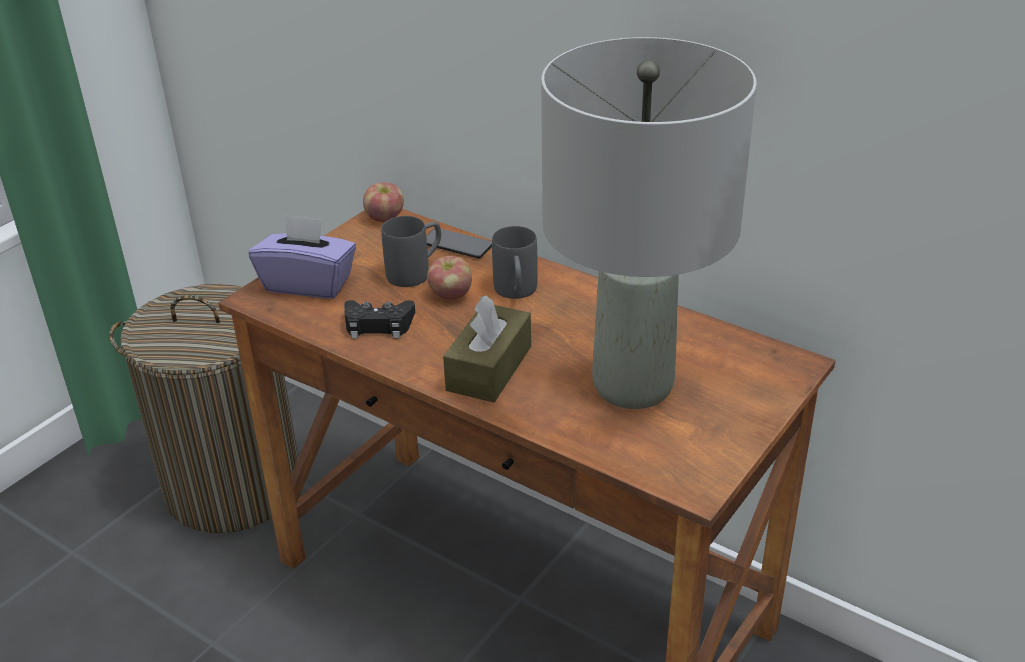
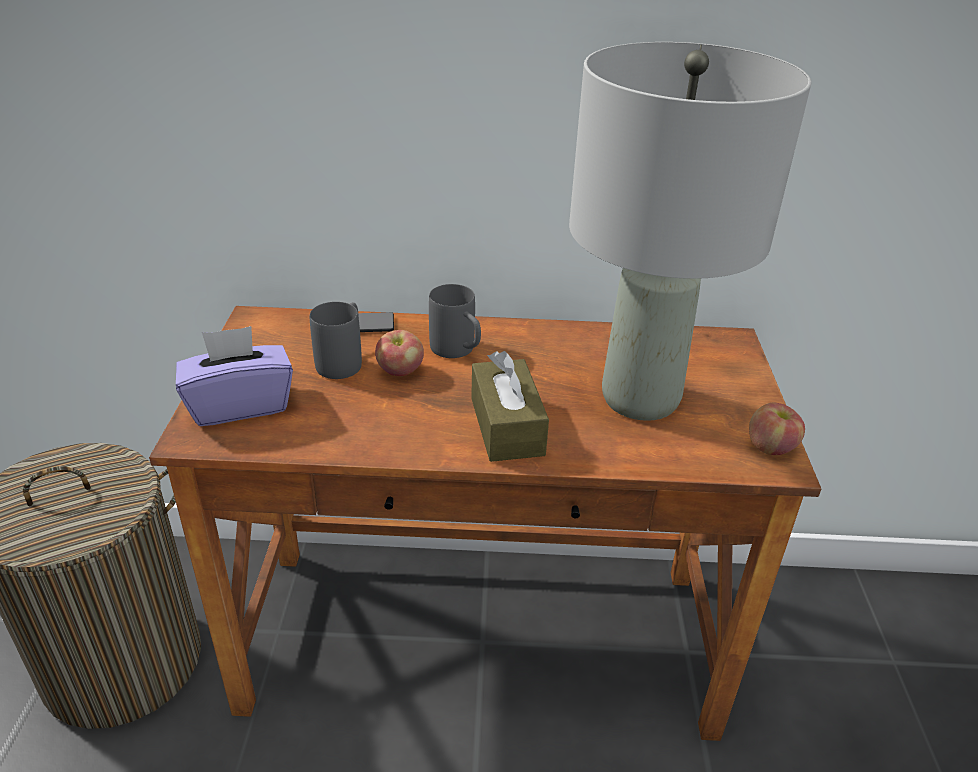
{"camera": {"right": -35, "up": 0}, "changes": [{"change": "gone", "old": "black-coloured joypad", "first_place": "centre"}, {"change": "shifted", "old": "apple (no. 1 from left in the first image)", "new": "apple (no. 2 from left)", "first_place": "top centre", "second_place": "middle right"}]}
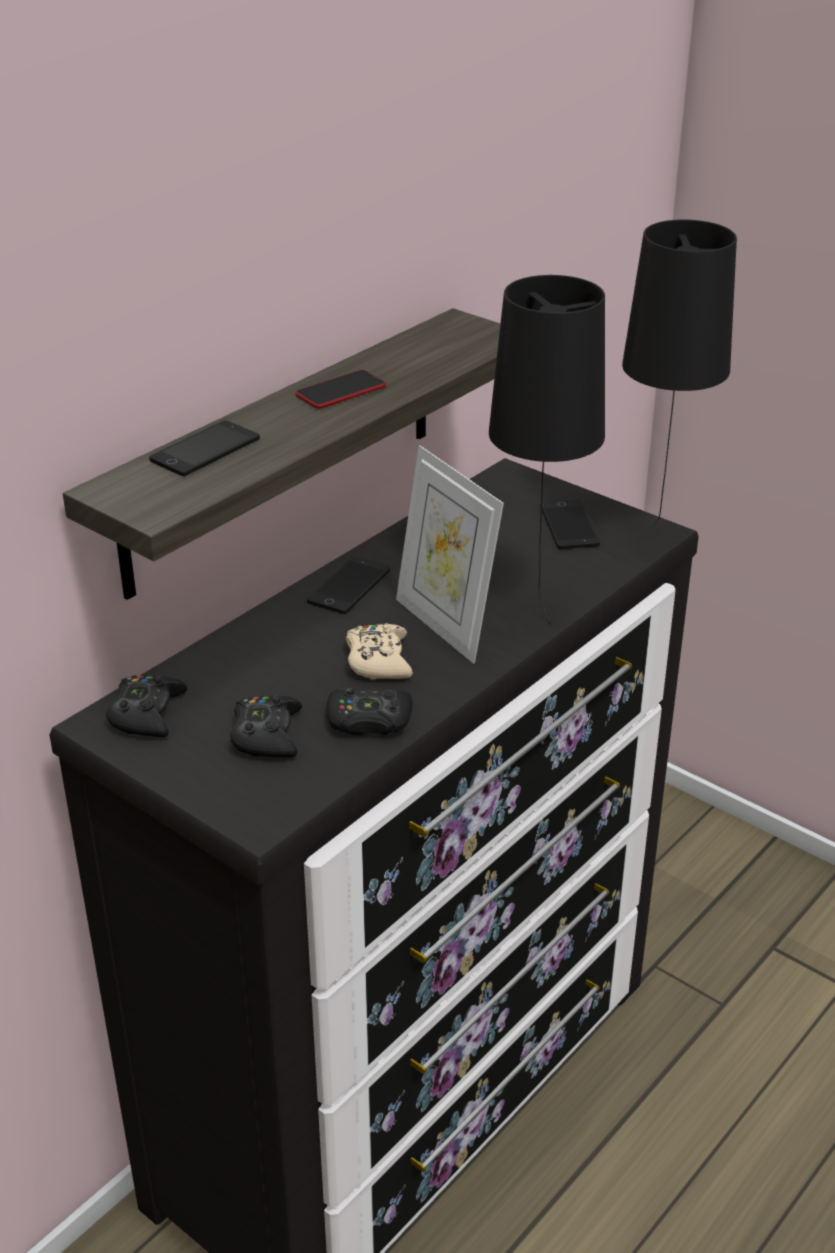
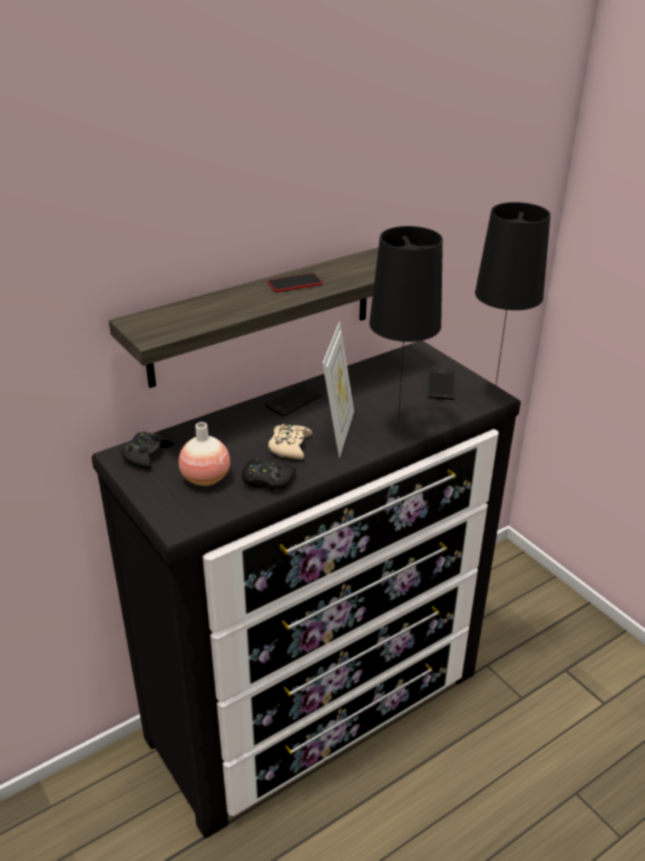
{"camera": {"right": 15, "up": 0}, "changes": [{"change": "gone", "old": "handset (no. 1 from left)", "first_place": "middle left"}, {"change": "swapped", "old": "black-coloured joypad (no. 2 from left)", "new": "vase", "first_place": "middle left", "second_place": "middle left"}, {"change": "rotated", "old": "picture frame", "first_place": "centre", "second_place": "centre", "degrees": -150}]}
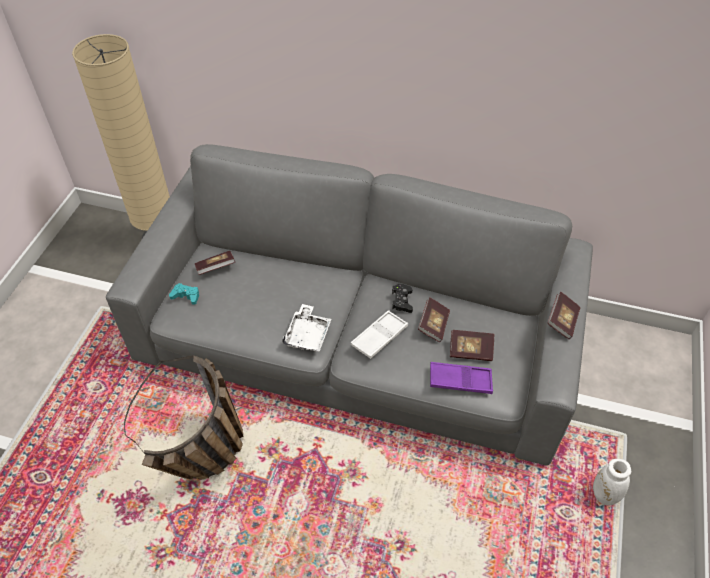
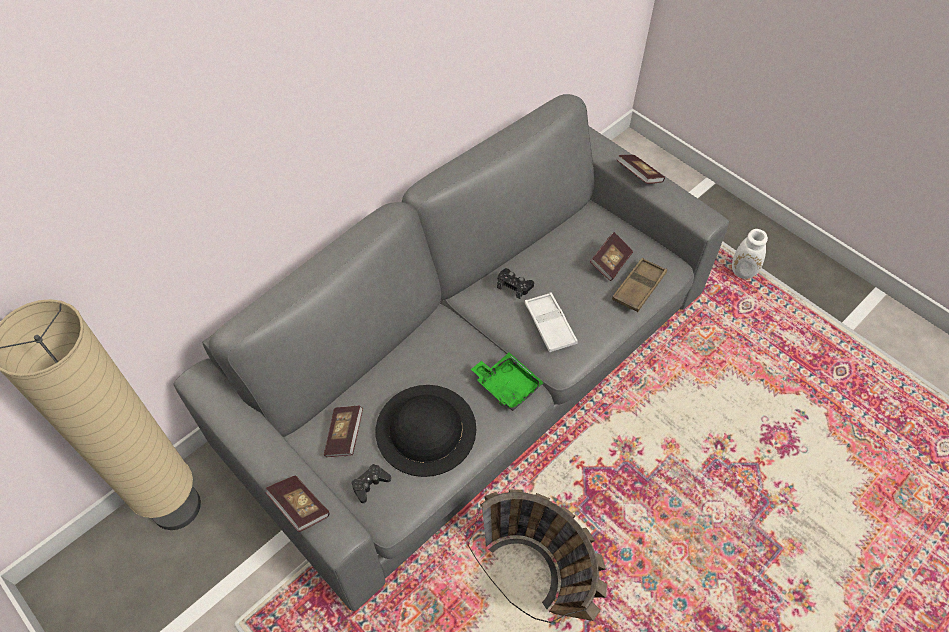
{"camera": {"right": -60, "up": 5}, "changes": [{"change": "new", "new": "black-coloured hat", "second_place": "bottom centre"}, {"change": "shifted", "old": "bound book (no. 2 from left in the first image)", "new": "bound book (no. 1 from left)", "first_place": "centre", "second_place": "bottom left"}, {"change": "repainted", "old": "turquoise joypad", "new": "black-coloured joypad (no. 1 from left)", "first_place": "middle left", "second_place": "bottom centre"}, {"change": "repainted", "old": "white-coloured tray (no. 1 from left)", "new": "green-coloured tray", "first_place": "centre", "second_place": "centre"}, {"change": "repainted", "old": "purple tray", "new": "brown tray", "first_place": "centre", "second_place": "middle right"}]}
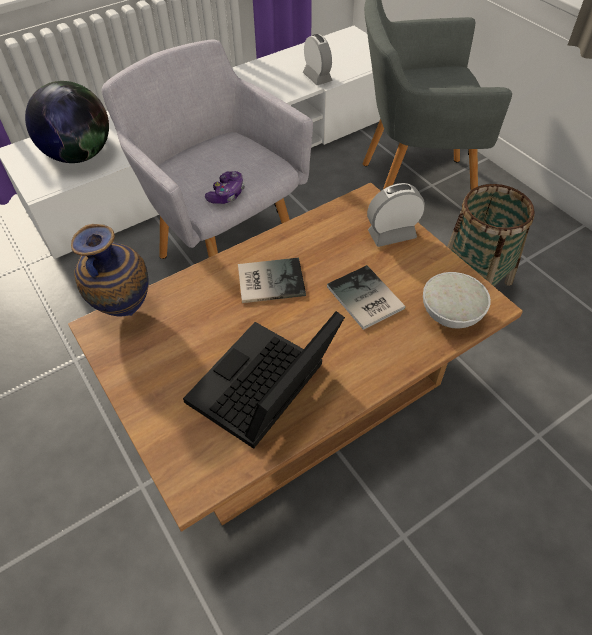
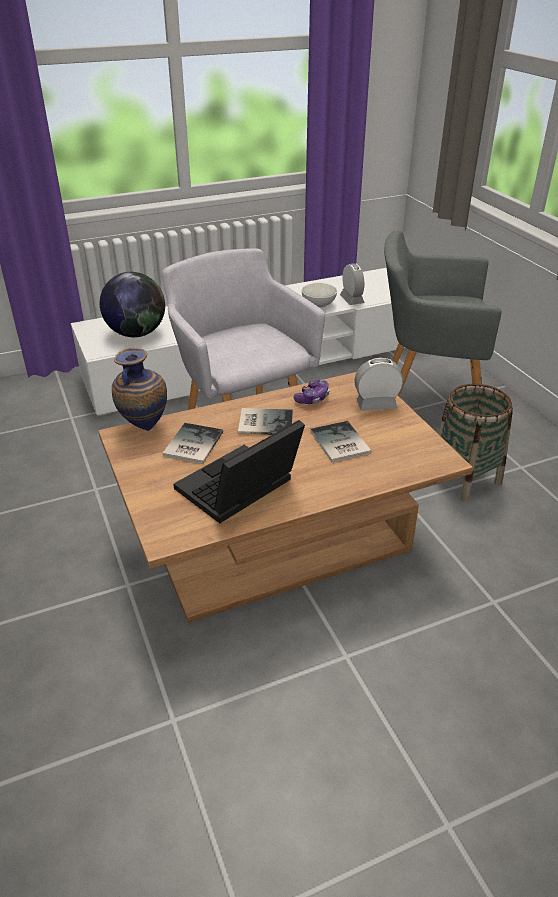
{"camera": {"right": 10, "up": -15}, "changes": [{"change": "new", "new": "bound book (no. 1 from left)", "second_place": "centre"}, {"change": "shifted", "old": "joypad", "first_place": "top centre", "second_place": "centre"}, {"change": "shifted", "old": "white-coloured bowl", "first_place": "middle right", "second_place": "top centre"}]}
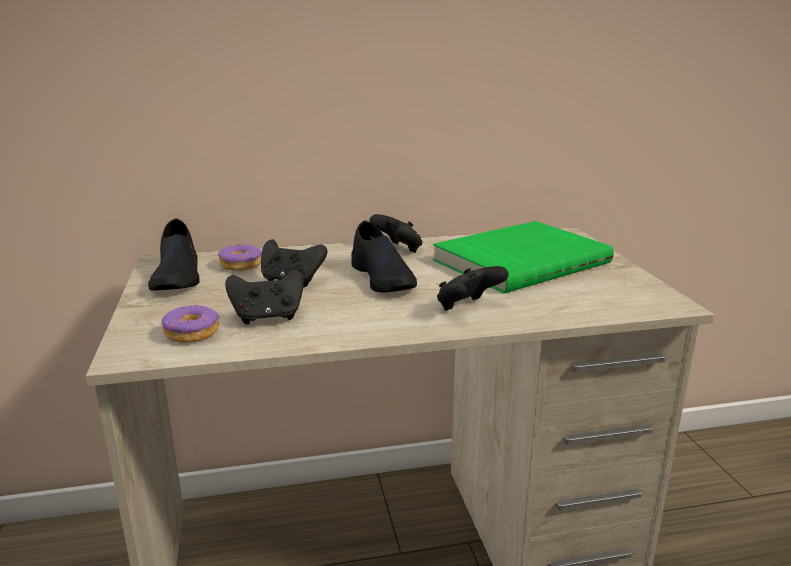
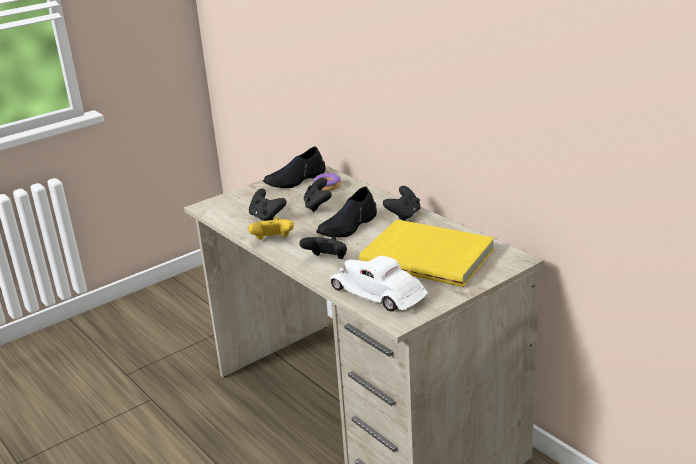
{"camera": {"right": 65, "up": 5}, "changes": [{"change": "gone", "old": "ring doughnut (no. 1 from left)", "first_place": "middle left"}, {"change": "new", "new": "yellow joypad", "second_place": "centre"}, {"change": "new", "new": "white-coloured toy car", "second_place": "centre"}, {"change": "repainted", "old": "green-coloured bound book", "new": "yellow bound book", "first_place": "centre", "second_place": "centre"}]}
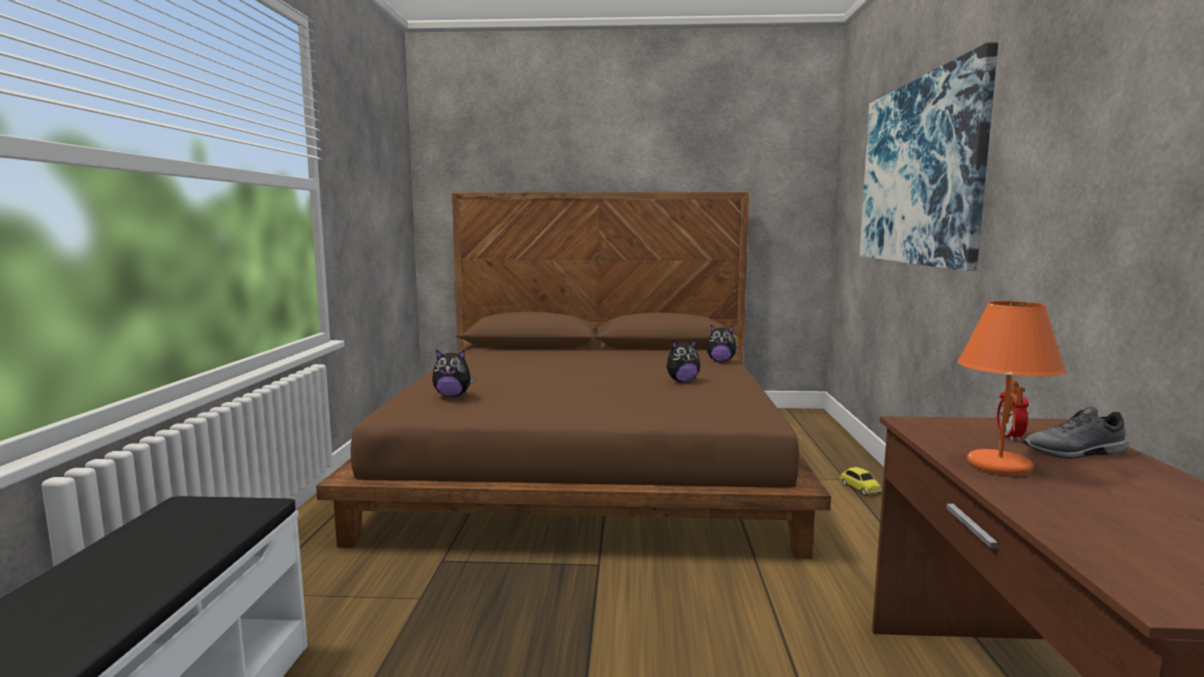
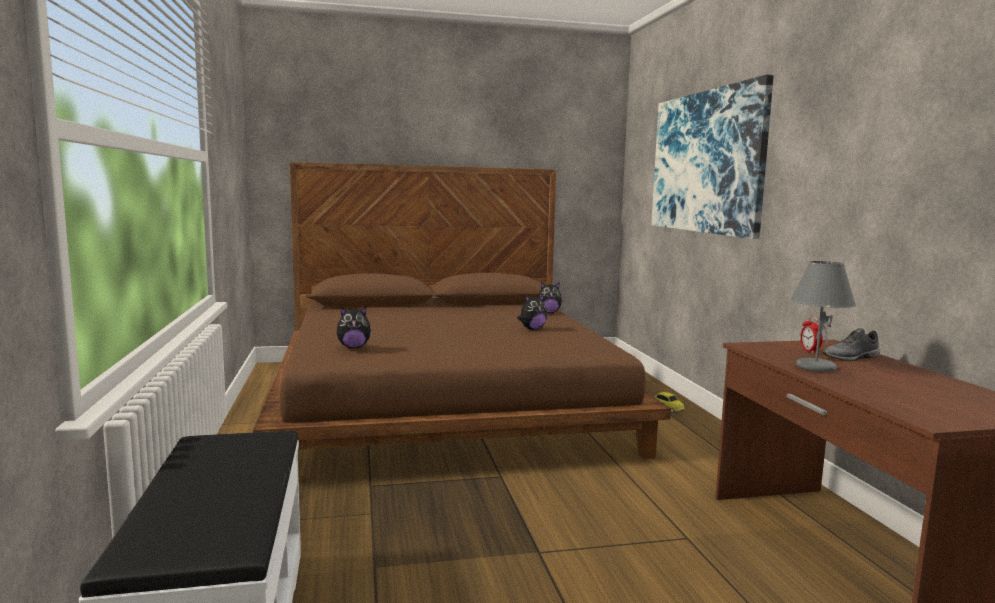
{"camera": {"right": -15, "up": 0}, "changes": [{"change": "repainted", "old": "orange-coloured table lamp", "new": "greyish table lamp", "first_place": "middle right", "second_place": "middle right"}]}
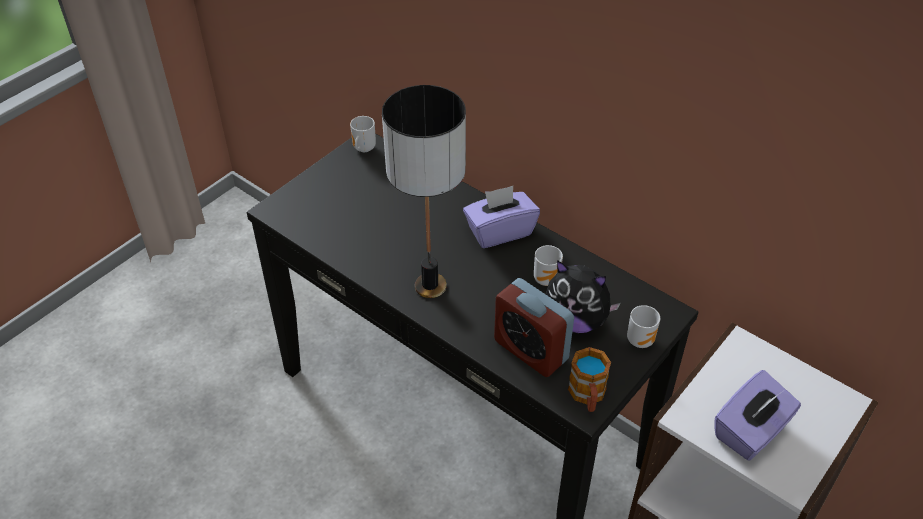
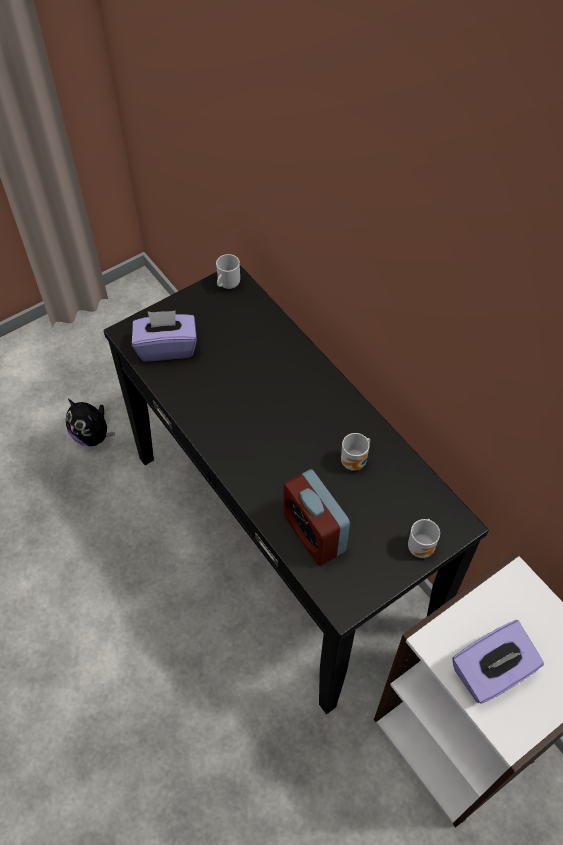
{"camera": {"right": 15, "up": 10}, "changes": [{"change": "gone", "old": "table lamp", "first_place": "centre"}, {"change": "gone", "old": "mug (no. 3 from left)", "first_place": "bottom centre"}, {"change": "shifted", "old": "purple box of tissues (no. 1 from left)", "first_place": "centre", "second_place": "middle left"}, {"change": "shifted", "old": "cuddly toy", "first_place": "centre", "second_place": "middle left"}]}
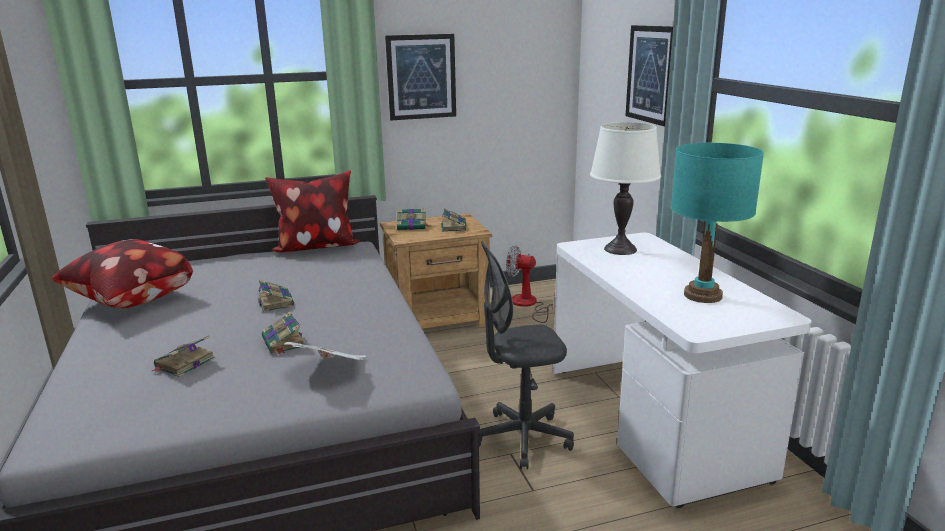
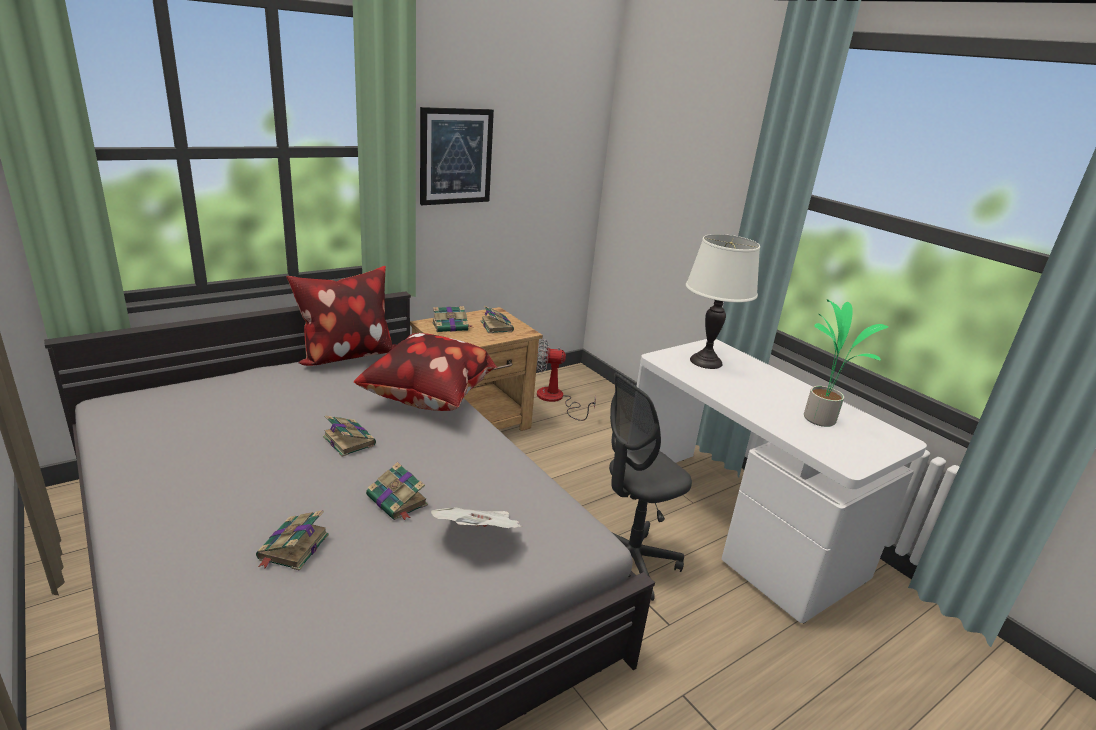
{"camera": {"right": -20, "up": 5}, "changes": [{"change": "gone", "old": "wall picture (no. 2 from left)", "first_place": "top right"}, {"change": "shifted", "old": "pillow (no. 1 from left in the first image)", "new": "pillow (no. 2 from left)", "first_place": "middle left", "second_place": "centre"}, {"change": "swapped", "old": "turquoise table lamp", "new": "houseplant", "first_place": "middle right", "second_place": "middle right"}]}
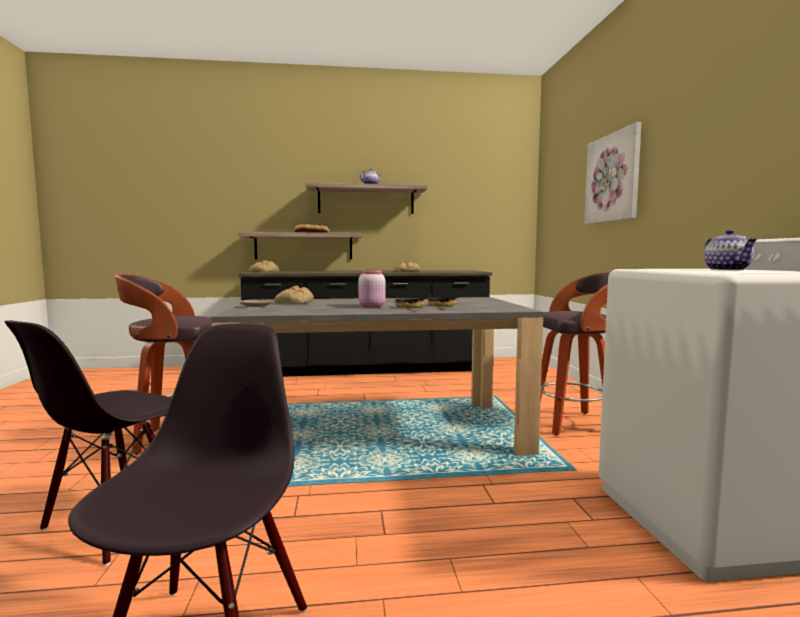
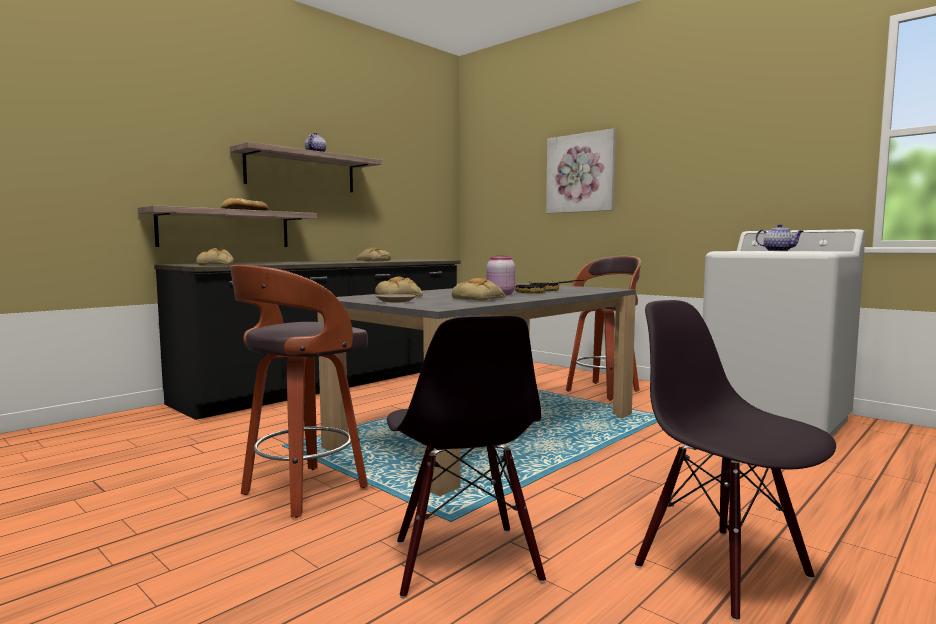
{"camera": {"right": -40, "up": 0}, "changes": [{"change": "new", "new": "bread (no. 5 from left)", "second_place": "centre"}]}
